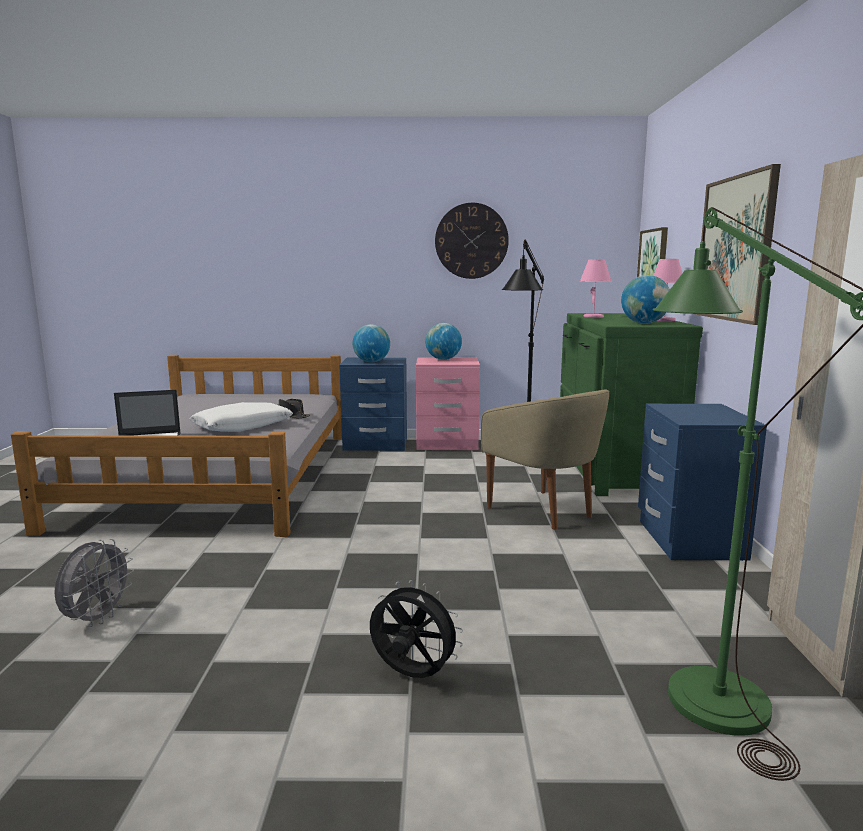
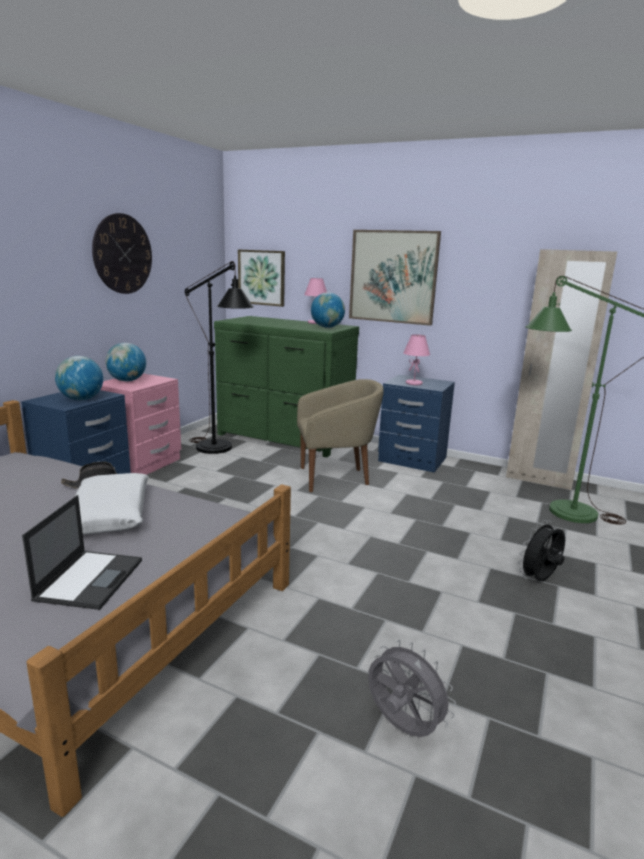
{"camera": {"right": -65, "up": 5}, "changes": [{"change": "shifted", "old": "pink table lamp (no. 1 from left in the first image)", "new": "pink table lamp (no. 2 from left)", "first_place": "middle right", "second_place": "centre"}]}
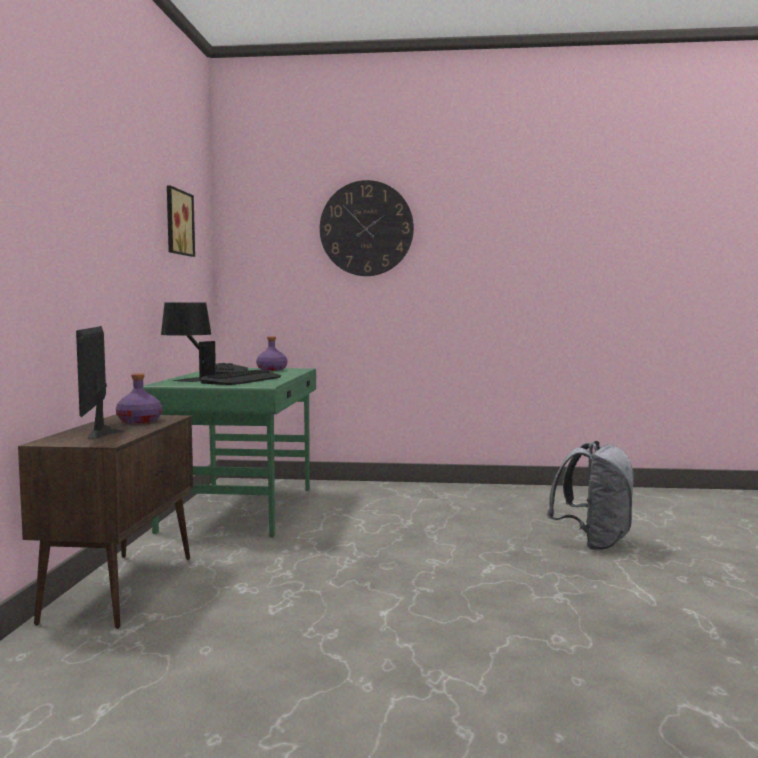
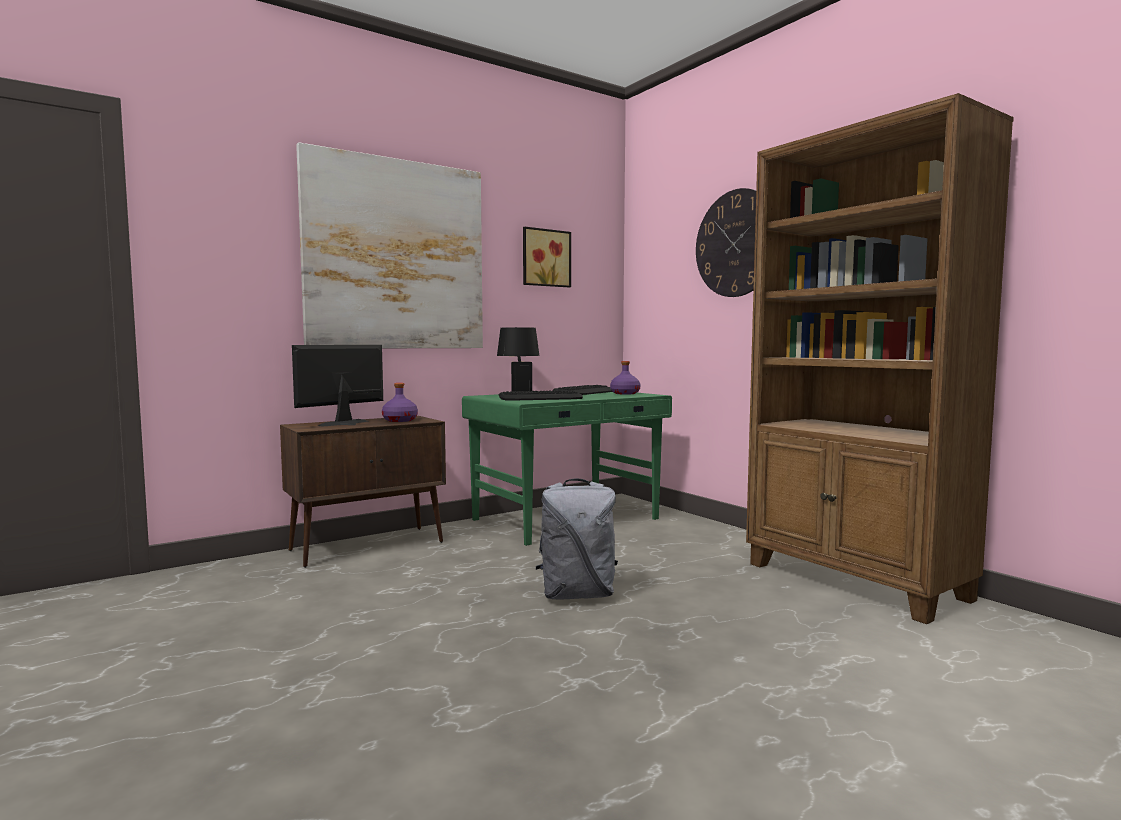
{"camera": {"right": 50, "up": 0}, "changes": [{"change": "new", "new": "wall picture (no. 1 from left)", "second_place": "top centre"}, {"change": "new", "new": "brown bookshelf", "second_place": "middle right"}, {"change": "shifted", "old": "greyish backpack", "first_place": "middle right", "second_place": "centre"}]}
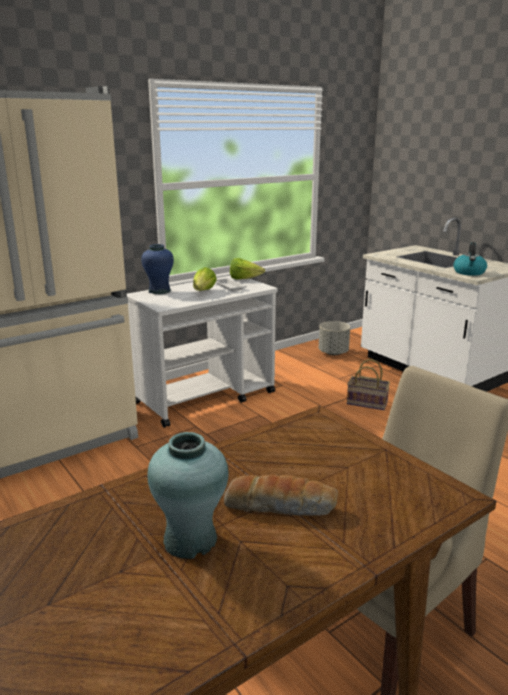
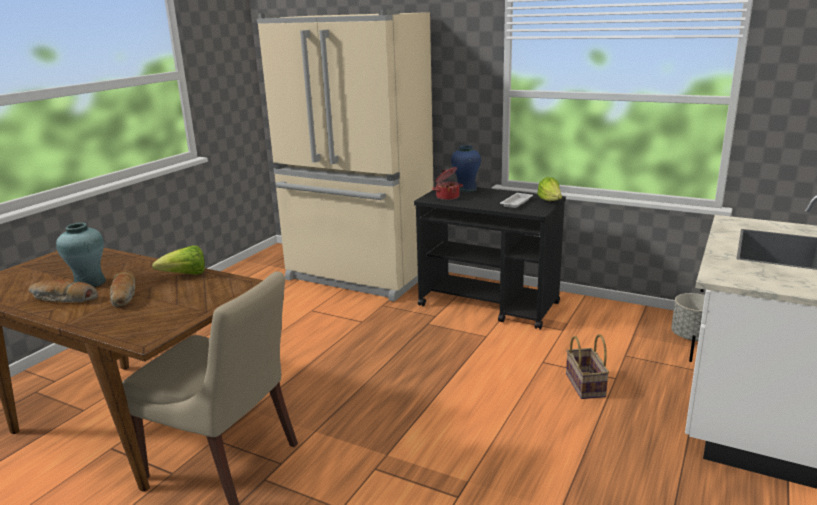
{"camera": {"right": 65, "up": 0}, "changes": [{"change": "gone", "old": "water kettle", "first_place": "middle right"}, {"change": "new", "new": "bread (no. 1 from left)", "second_place": "middle left"}, {"change": "new", "new": "cooking pot", "second_place": "centre"}, {"change": "shifted", "old": "lettuce (no. 1 from left)", "first_place": "centre", "second_place": "middle left"}, {"change": "repainted", "old": "white-coloured wheeled cart", "new": "black-coloured wheeled cart", "first_place": "centre", "second_place": "centre"}]}
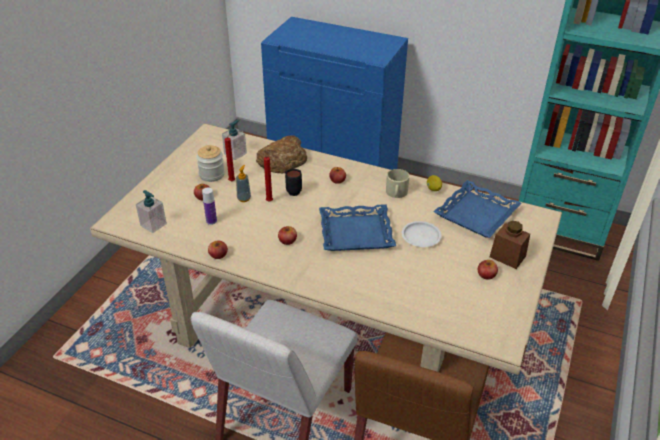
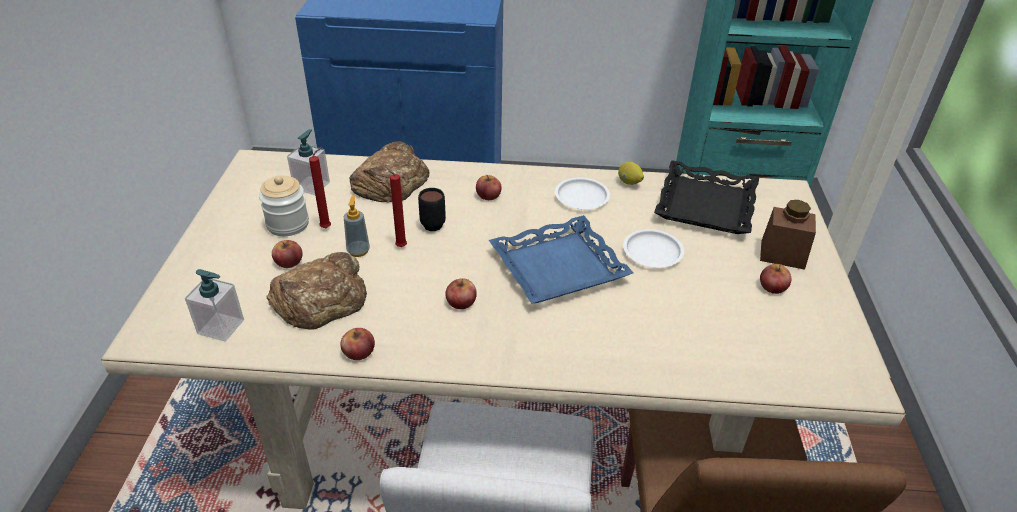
{"camera": {"right": -20, "up": 0}, "changes": [{"change": "swapped", "old": "bottle", "new": "bread (no. 1 from left)", "first_place": "middle left", "second_place": "middle left"}, {"change": "swapped", "old": "beige mug", "new": "white-coloured flat dish (no. 1 from left)", "first_place": "centre", "second_place": "centre"}, {"change": "repainted", "old": "bluish tray (no. 2 from left)", "new": "black-coloured tray", "first_place": "middle right", "second_place": "middle right"}]}
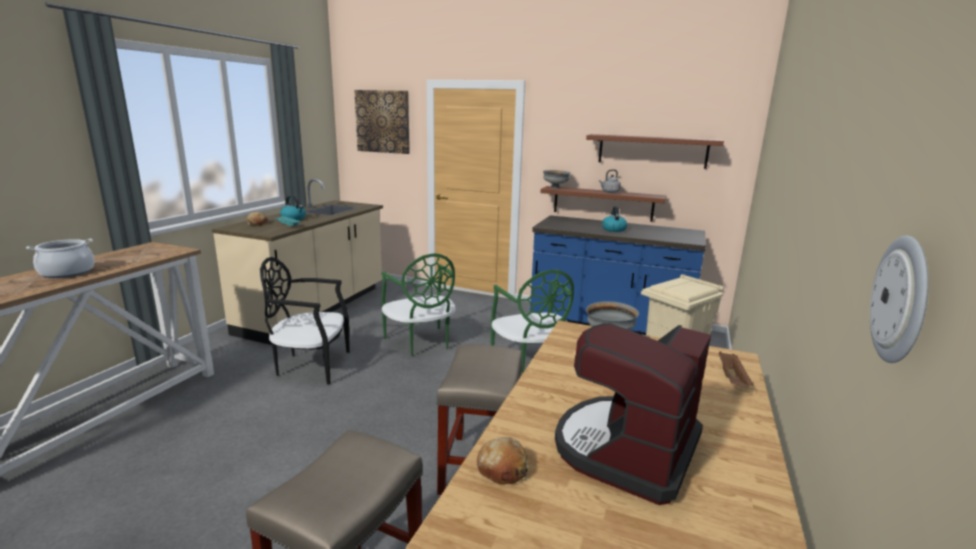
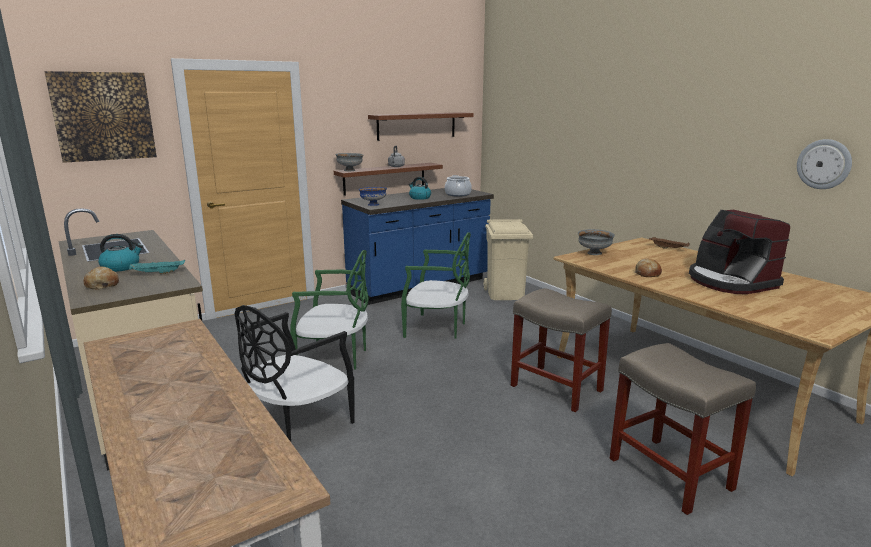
{"camera": {"right": -55, "up": 0}, "changes": [{"change": "new", "new": "bluish bowl", "second_place": "centre"}, {"change": "shifted", "old": "cooking pot", "first_place": "middle left", "second_place": "centre"}, {"change": "shifted", "old": "bread (no. 2 from left)", "first_place": "bottom centre", "second_place": "middle right"}]}
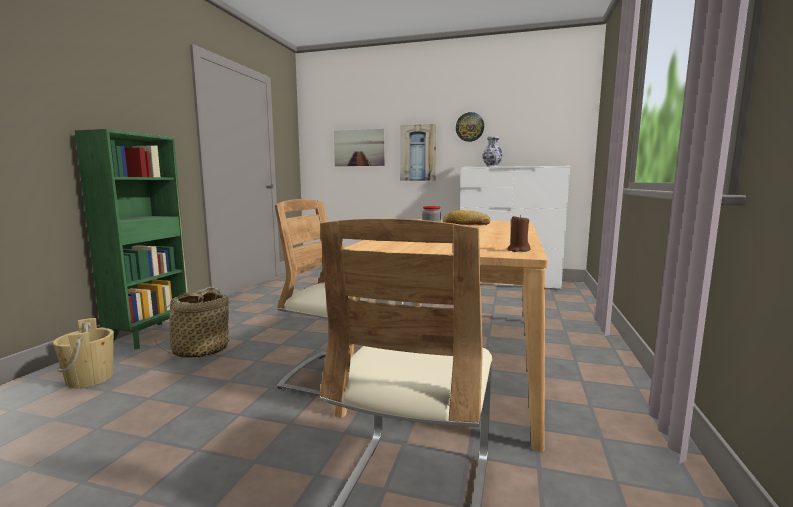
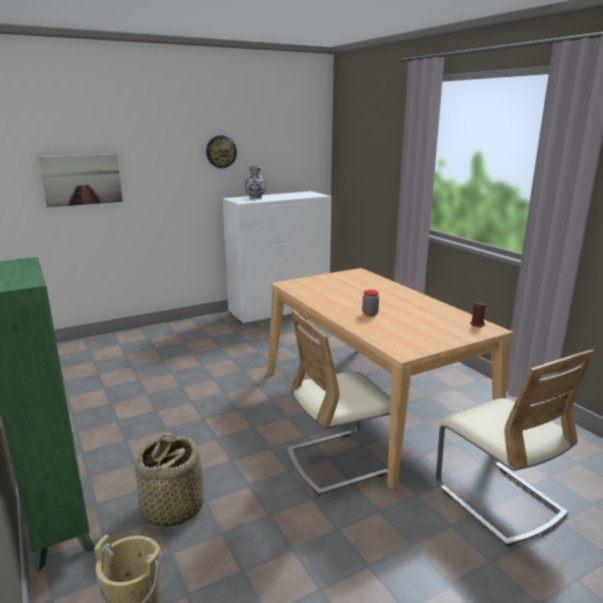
{"camera": {"right": -45, "up": 10}, "changes": [{"change": "gone", "old": "wall picture (no. 2 from left)", "first_place": "top centre"}, {"change": "gone", "old": "bread", "first_place": "centre"}]}
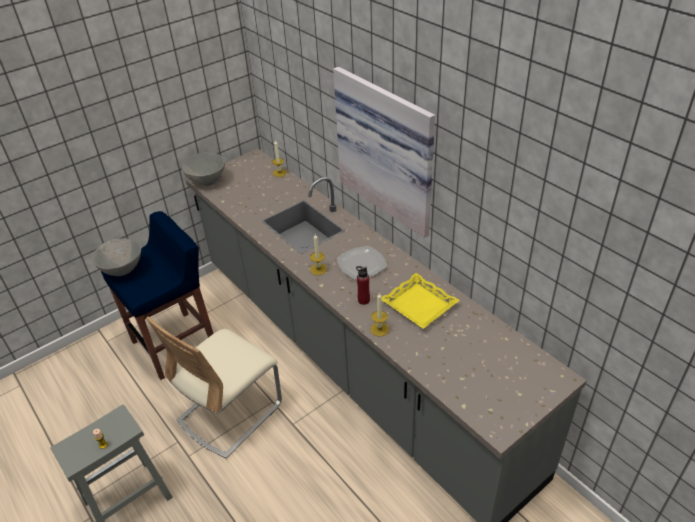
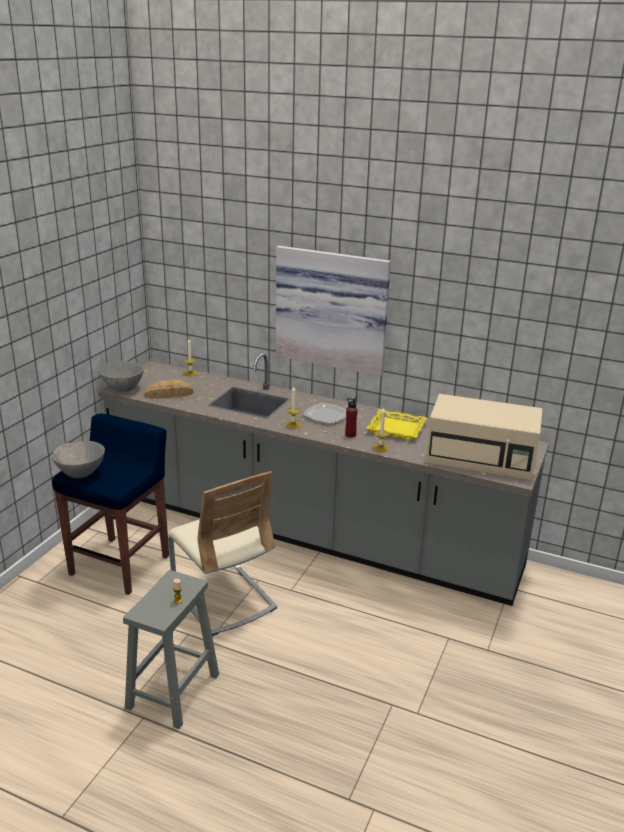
{"camera": {"right": -30, "up": -15}, "changes": [{"change": "new", "new": "bread", "second_place": "middle left"}, {"change": "new", "new": "beige kitchen microwave", "second_place": "middle right"}, {"change": "rotated", "old": "beige upright chair", "first_place": "bottom left", "second_place": "centre", "degrees": -45}]}
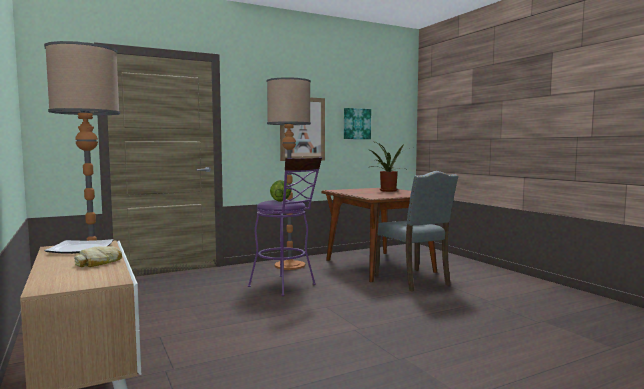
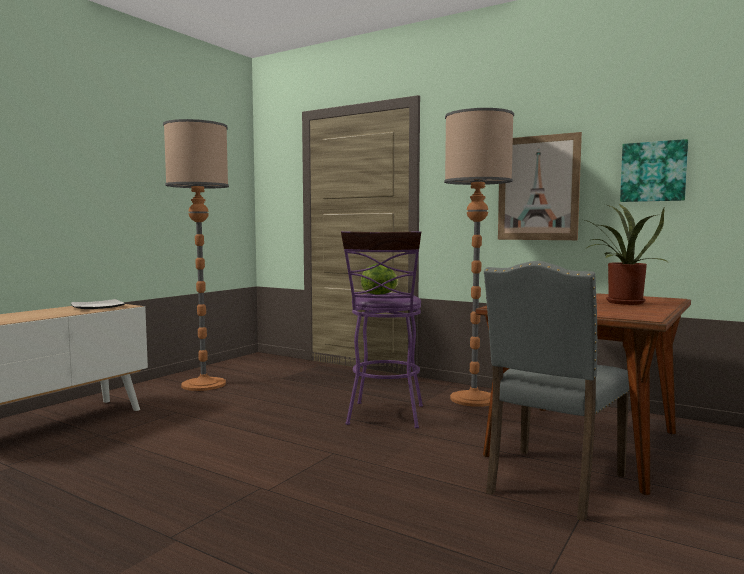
{"camera": {"right": 60, "up": 0}, "changes": [{"change": "gone", "old": "bread", "first_place": "middle left"}]}
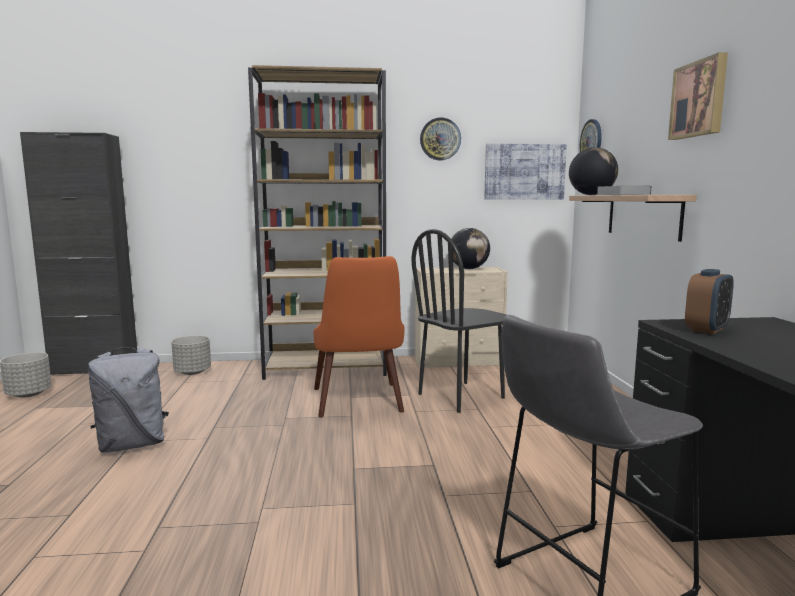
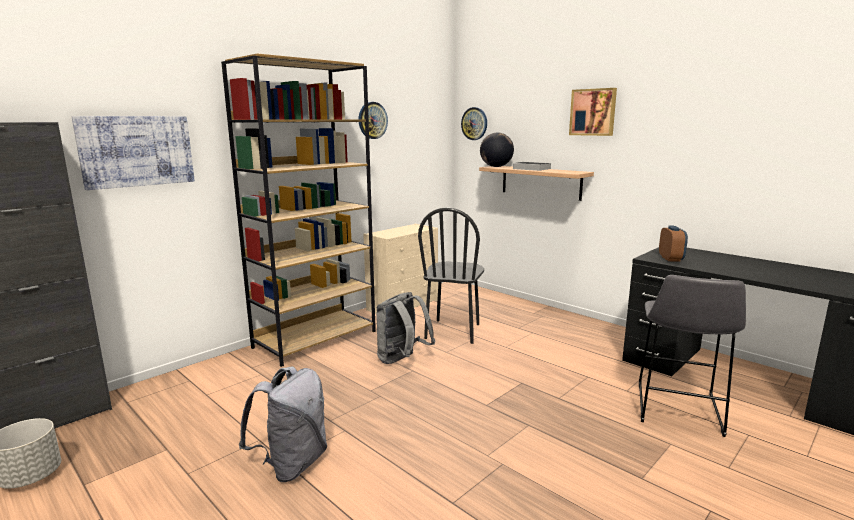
{"camera": {"right": -40, "up": 5}, "changes": [{"change": "gone", "old": "greyish flower pot (no. 2 from left)", "first_place": "middle left"}, {"change": "gone", "old": "world globe (no. 1 from left)", "first_place": "centre"}, {"change": "shifted", "old": "wall picture (no. 1 from left)", "first_place": "top centre", "second_place": "top left"}, {"change": "swapped", "old": "orange-coloured upright chair", "new": "greyish backpack (no. 2 from left)", "first_place": "centre", "second_place": "centre"}]}
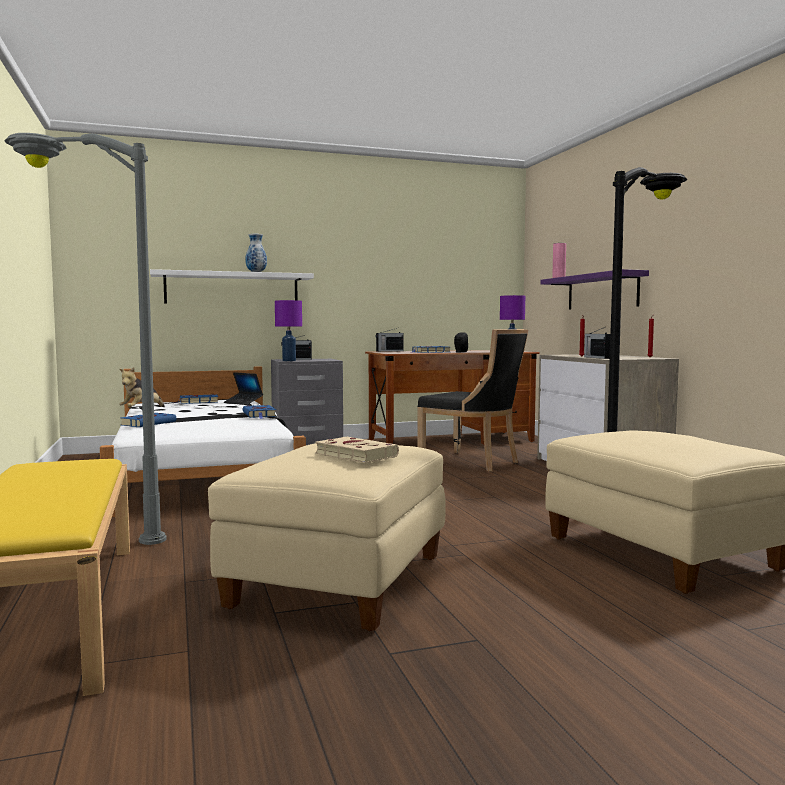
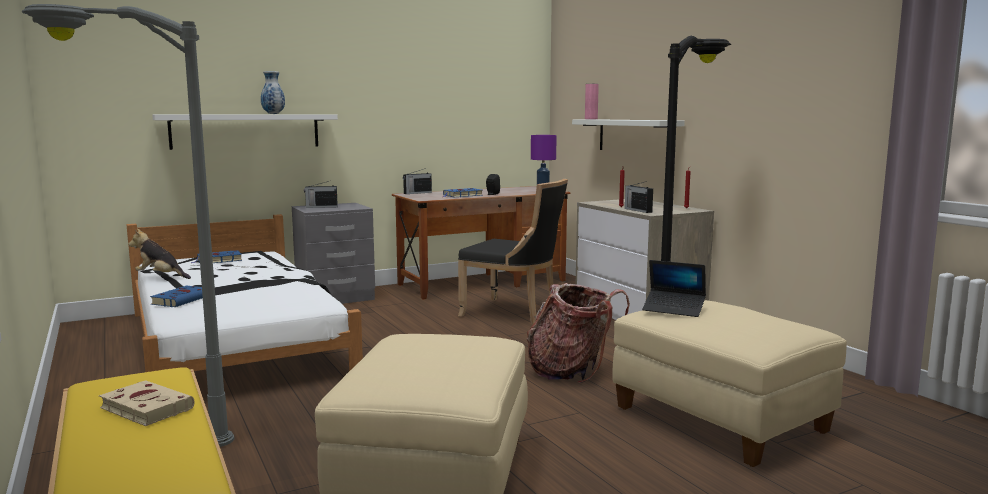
{"camera": {"right": -10, "up": 5}, "changes": [{"change": "gone", "old": "bluish bound book (no. 3 from left)", "first_place": "middle left"}, {"change": "gone", "old": "purple table lamp (no. 1 from left)", "first_place": "centre"}, {"change": "new", "new": "backpack", "second_place": "bottom centre"}, {"change": "shifted", "old": "portable computer", "first_place": "middle left", "second_place": "middle right"}, {"change": "shifted", "old": "beige bound book", "first_place": "centre", "second_place": "bottom left"}, {"change": "repainted", "old": "purple wall shelf", "new": "white-coloured wall shelf (no. 2 from left)", "first_place": "middle right", "second_place": "top centre"}, {"change": "rotated", "old": "cuddly toy", "first_place": "middle left", "second_place": "middle left", "degrees": 90}]}
